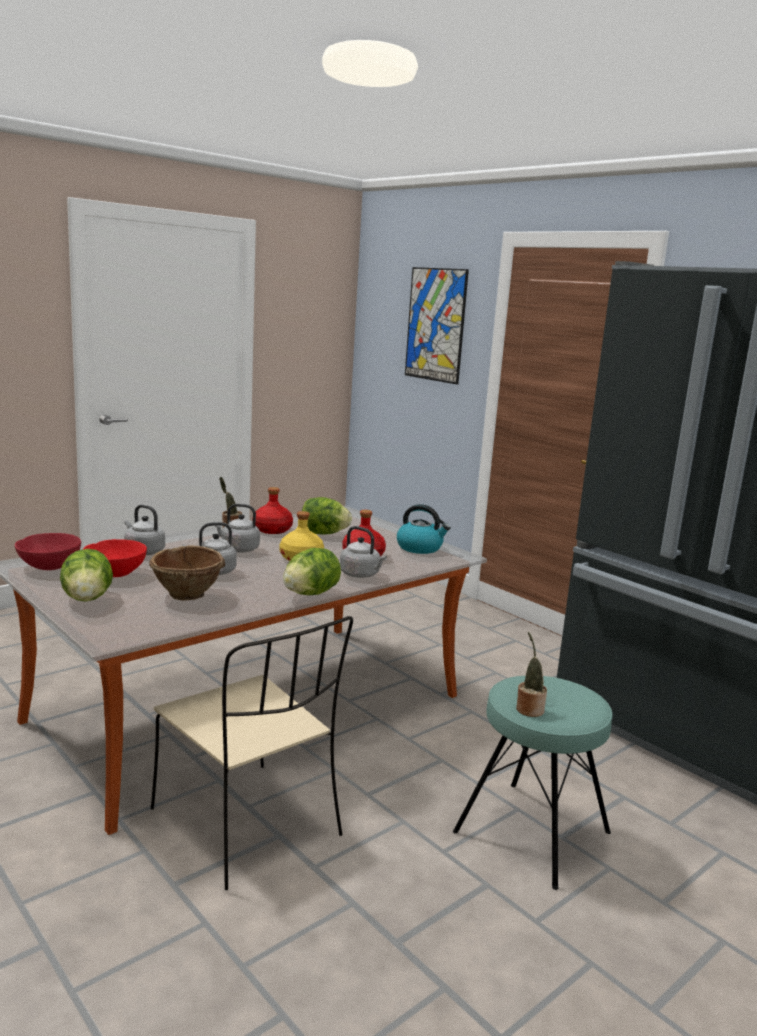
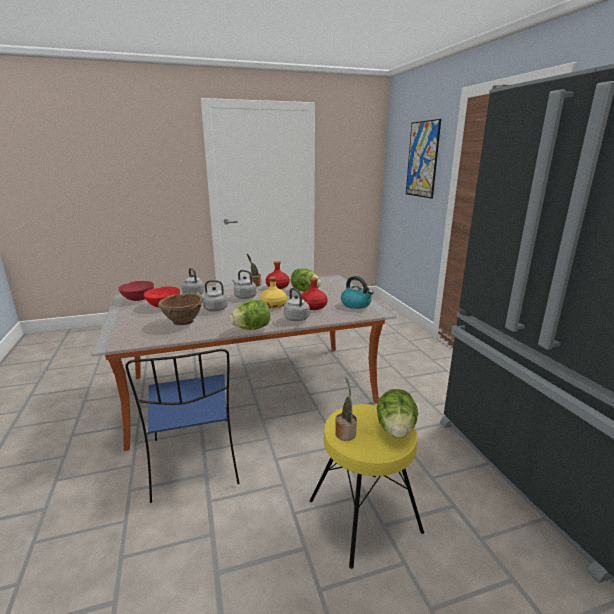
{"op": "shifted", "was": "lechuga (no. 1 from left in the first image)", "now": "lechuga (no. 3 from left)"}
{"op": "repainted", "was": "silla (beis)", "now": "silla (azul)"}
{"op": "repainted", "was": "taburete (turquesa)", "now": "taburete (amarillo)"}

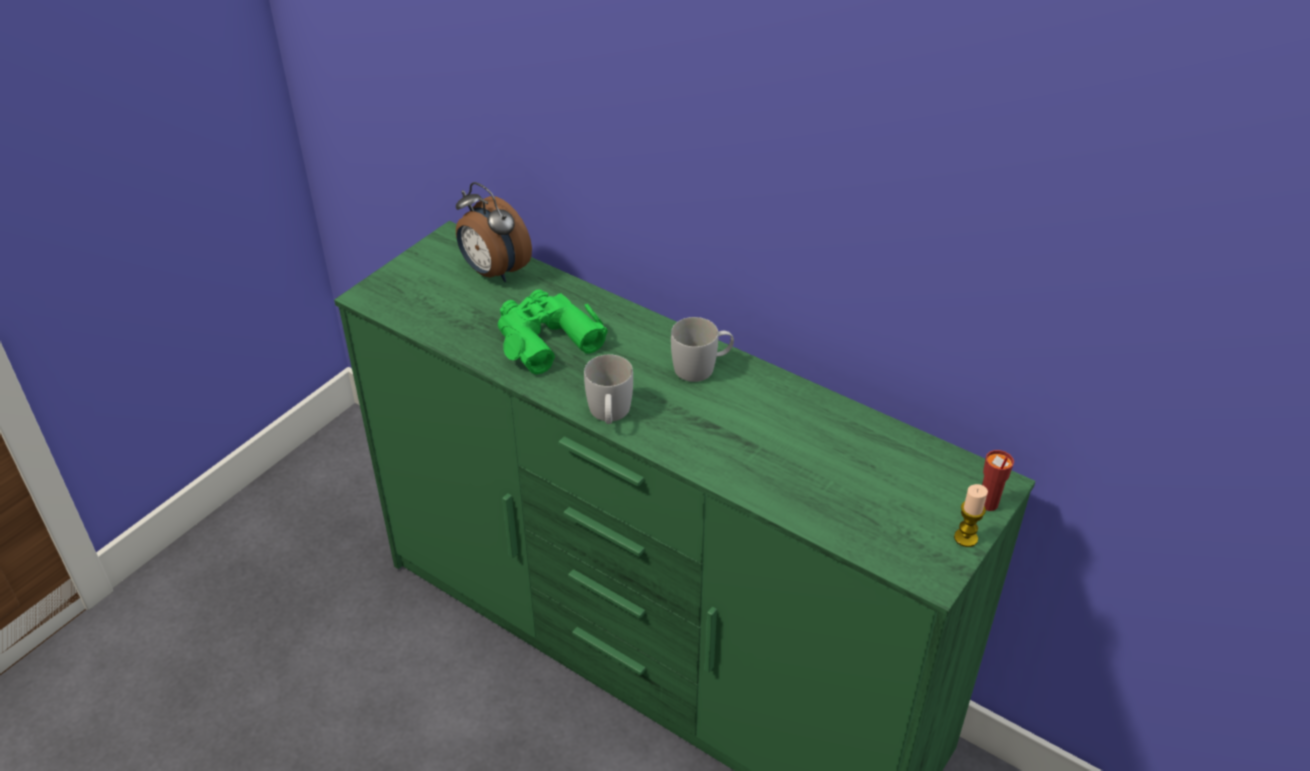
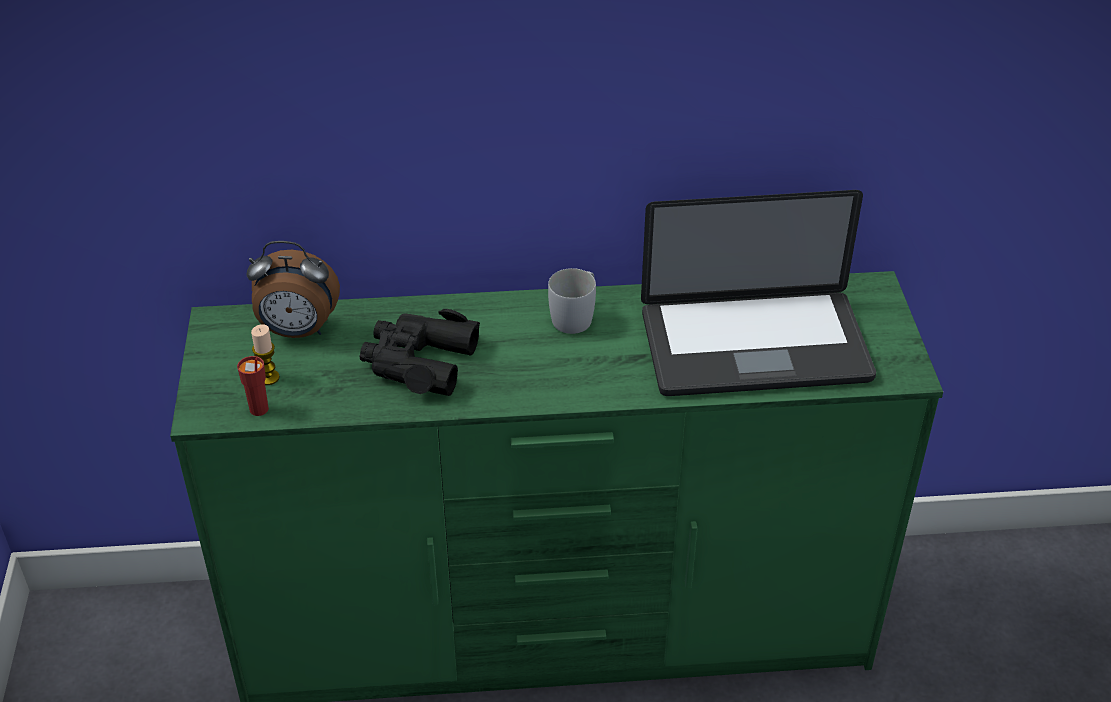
{"op": "gone", "was": "taza grande (blanco) (no. 1 from left)"}
{"op": "new", "now": "portátil"}
{"op": "shifted", "was": "vela"}
{"op": "shifted", "was": "taza (rojo)"}
{"op": "repainted", "was": "prismáticos (verde)", "now": "prismáticos (negro)"}

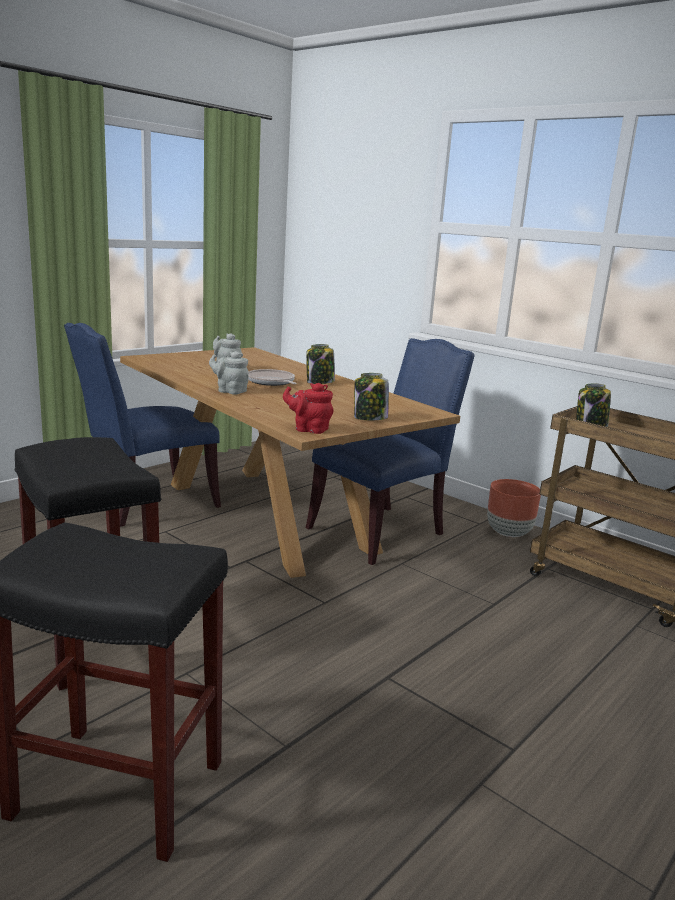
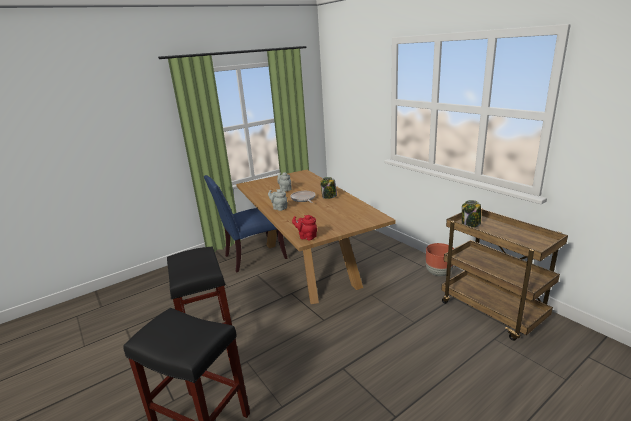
{"op": "gone", "was": "silla (azul) (no. 2 from left)"}
{"op": "gone", "was": "tarro (no. 2 from left)"}

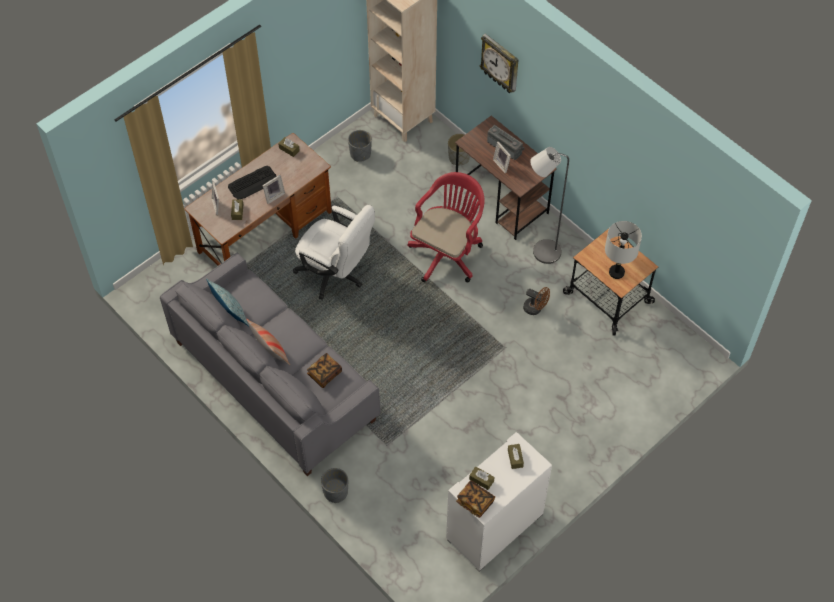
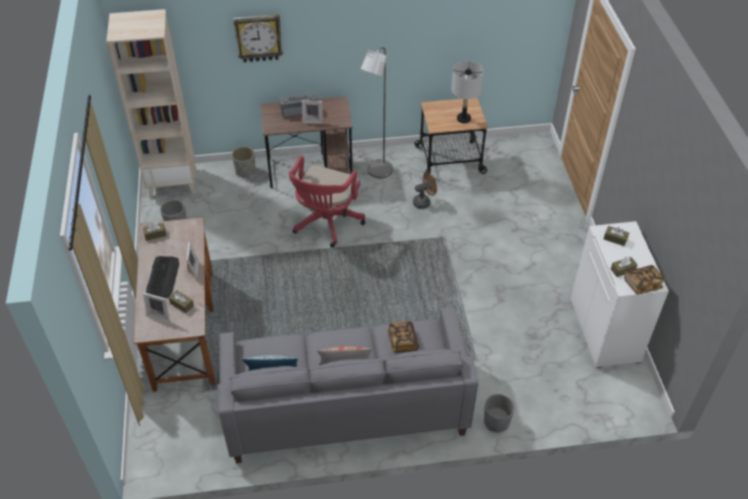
{"op": "gone", "was": "silla de oficina (blanco)"}
{"op": "rotated", "was": "silla de oficina (rojo)", "clockwise": -135}

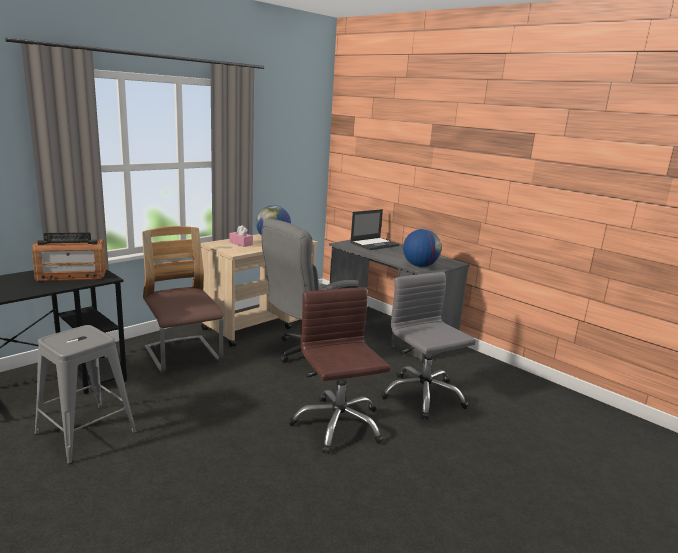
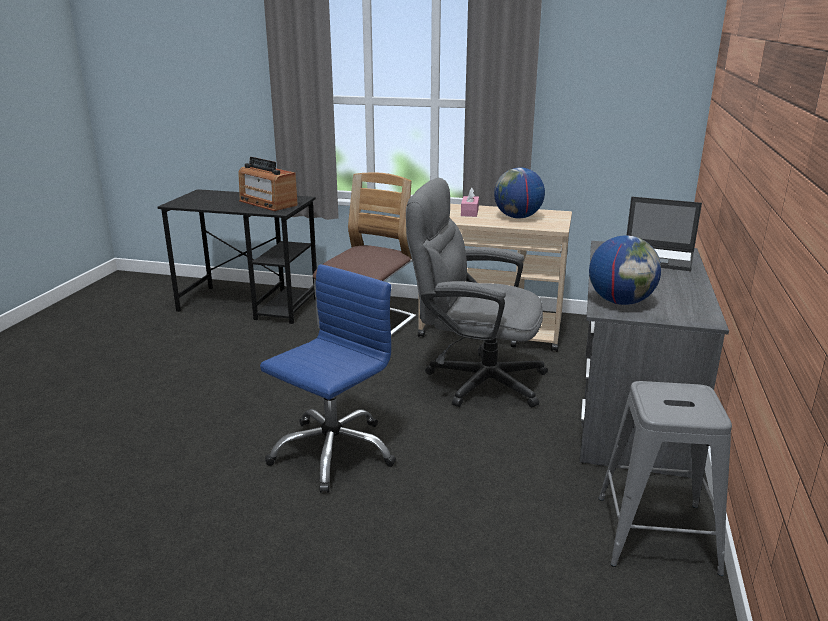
{"op": "gone", "was": "silla de oficina (gris) (no. 2 from left)"}
{"op": "shifted", "was": "taburete (gris)"}
{"op": "repainted", "was": "silla de oficina (marrón)", "now": "silla de oficina (azul)"}

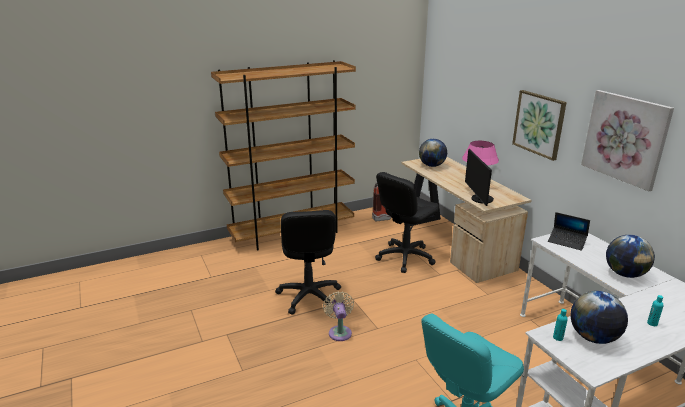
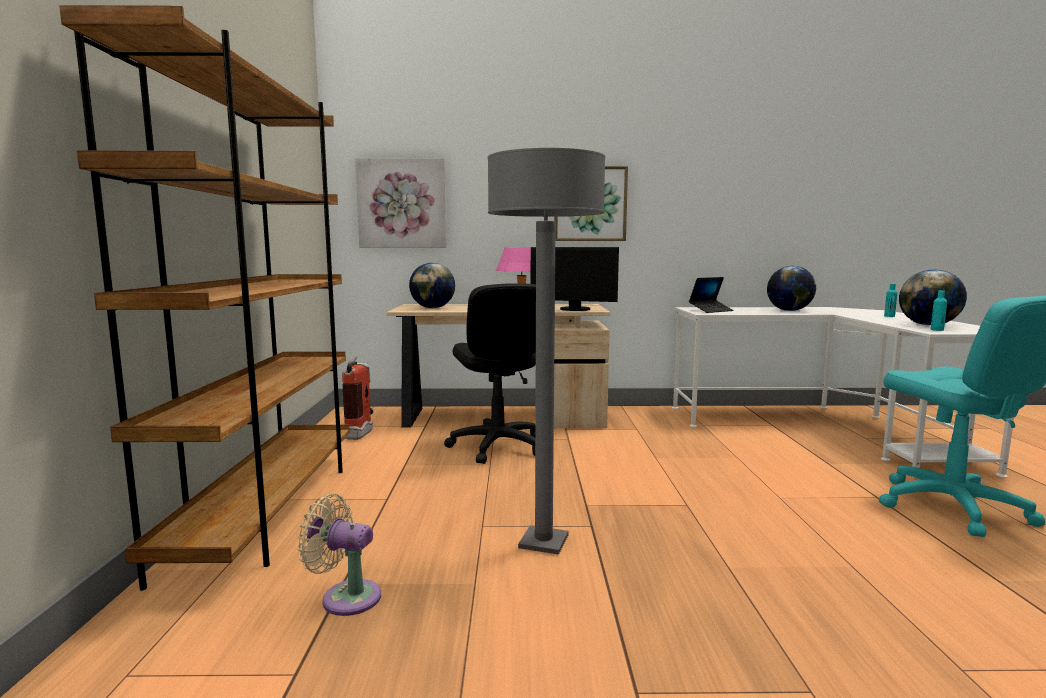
{"op": "shifted", "was": "ventilador (beis)"}
{"op": "shifted", "was": "cuadro (no. 2 from left in the first image)", "now": "cuadro (no. 1 from left)"}
{"op": "swapped", "was": "silla de oficina (negro) (no. 1 from left)", "now": "lámpara de pie (gris)"}

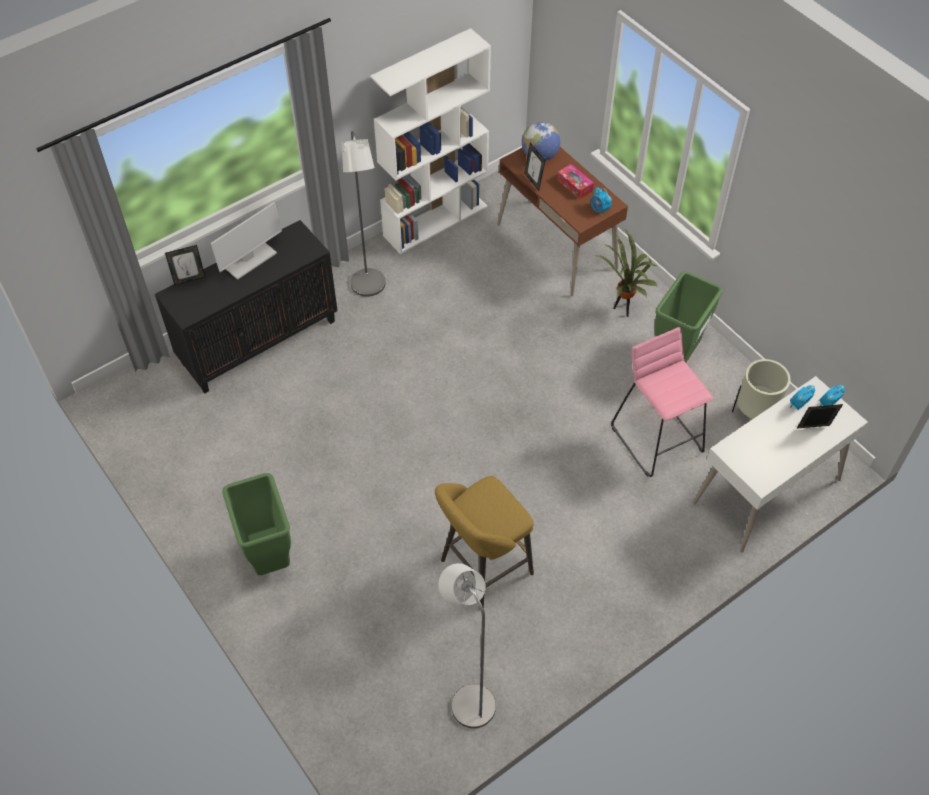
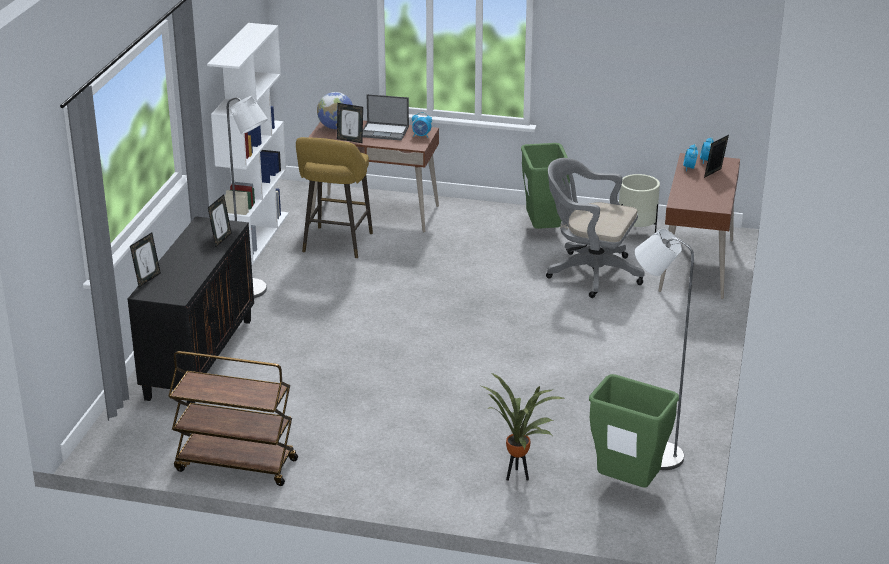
{"op": "gone", "was": "monitor"}
{"op": "new", "now": "carrito (marrón)"}
{"op": "new", "now": "portarretratos (no. 2 from left)"}
{"op": "shifted", "was": "papelera (verde) (no. 1 from left in the first image)", "now": "papelera (verde) (no. 2 from left)"}
{"op": "shifted", "was": "taburete (amarillo)"}
{"op": "shifted", "was": "planta en maceta"}
{"op": "swapped", "was": "caja de pañuelos", "now": "portátil"}
{"op": "swapped", "was": "taburete (rosa)", "now": "silla de oficina (gris)"}
{"op": "repainted", "was": "escritorio (blanco)", "now": "escritorio (marrón) (no. 2 from left)"}

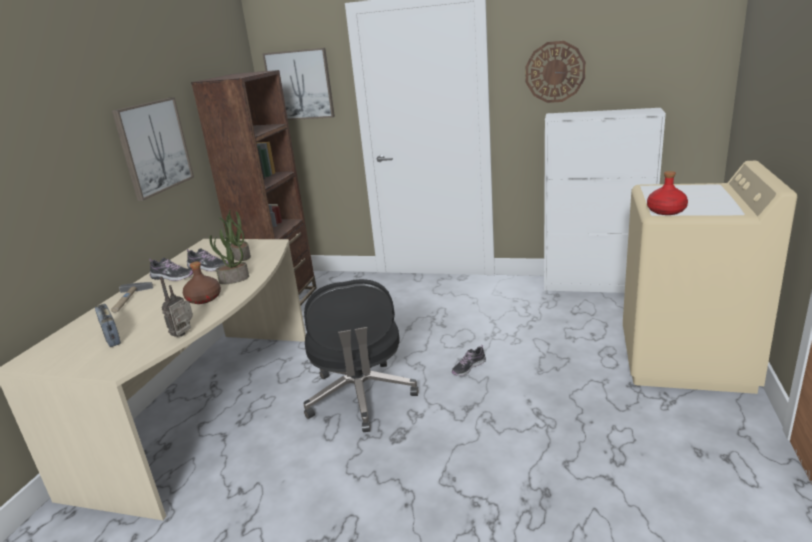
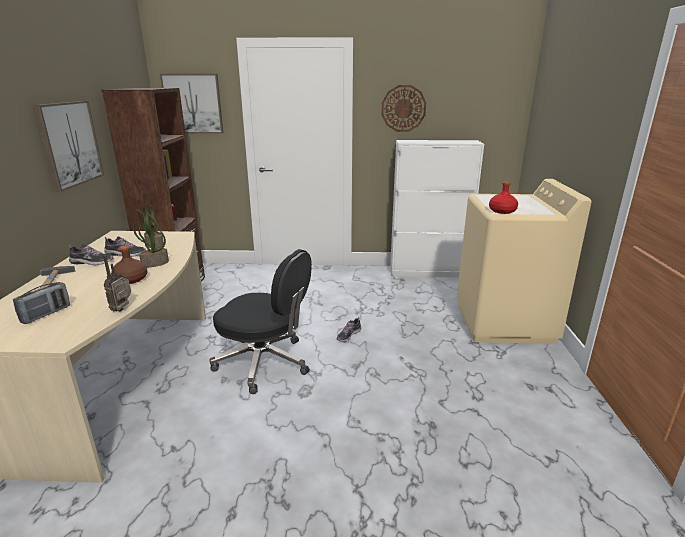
{"op": "rotated", "was": "radio (no. 1 from left)", "clockwise": -105}
{"op": "rotated", "was": "silla de oficina (negro)", "clockwise": -45}

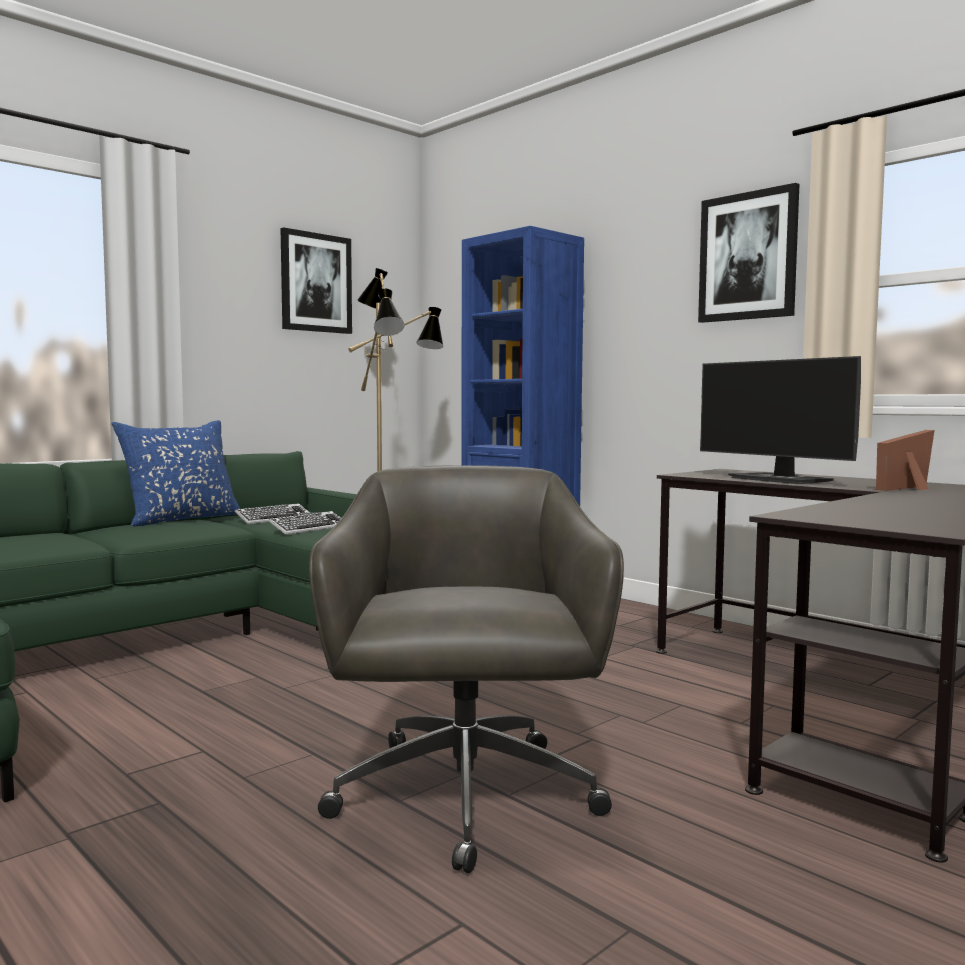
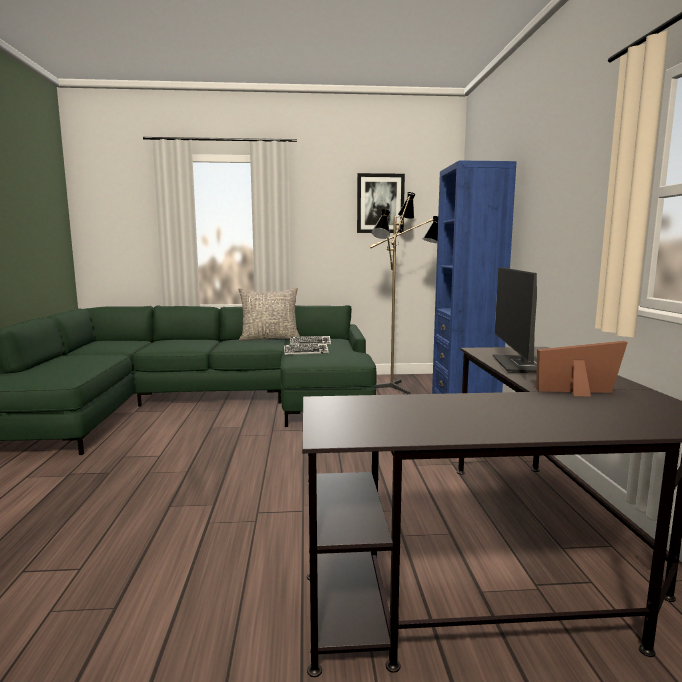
{"op": "gone", "was": "silla de oficina (gris)"}
{"op": "gone", "was": "cuadro (no. 2 from left)"}
{"op": "repainted", "was": "cojín (azul)", "now": "cojín (gris)"}

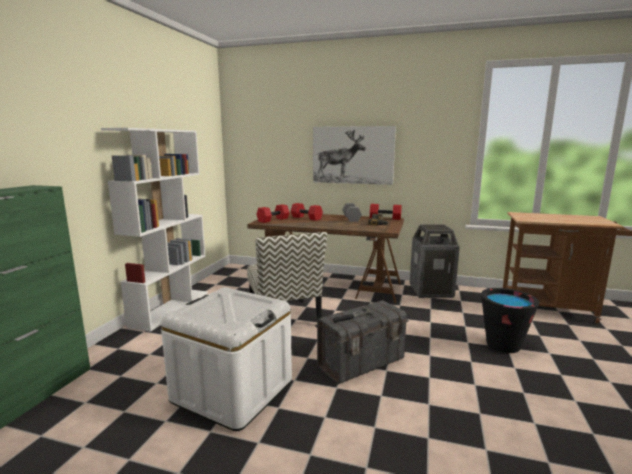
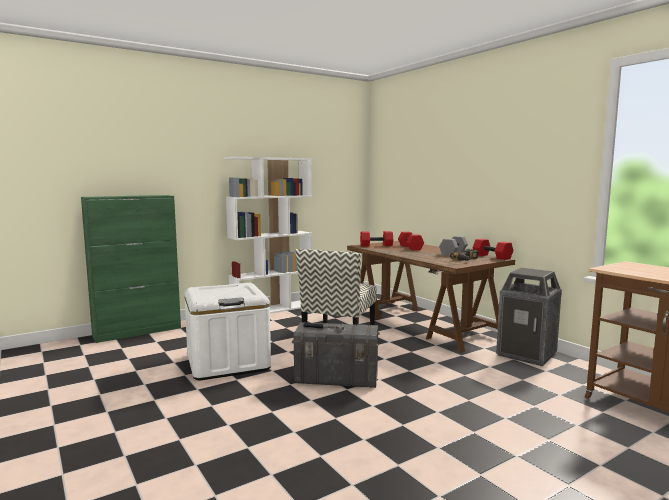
{"op": "gone", "was": "cuadro"}
{"op": "gone", "was": "cubo (negro)"}

